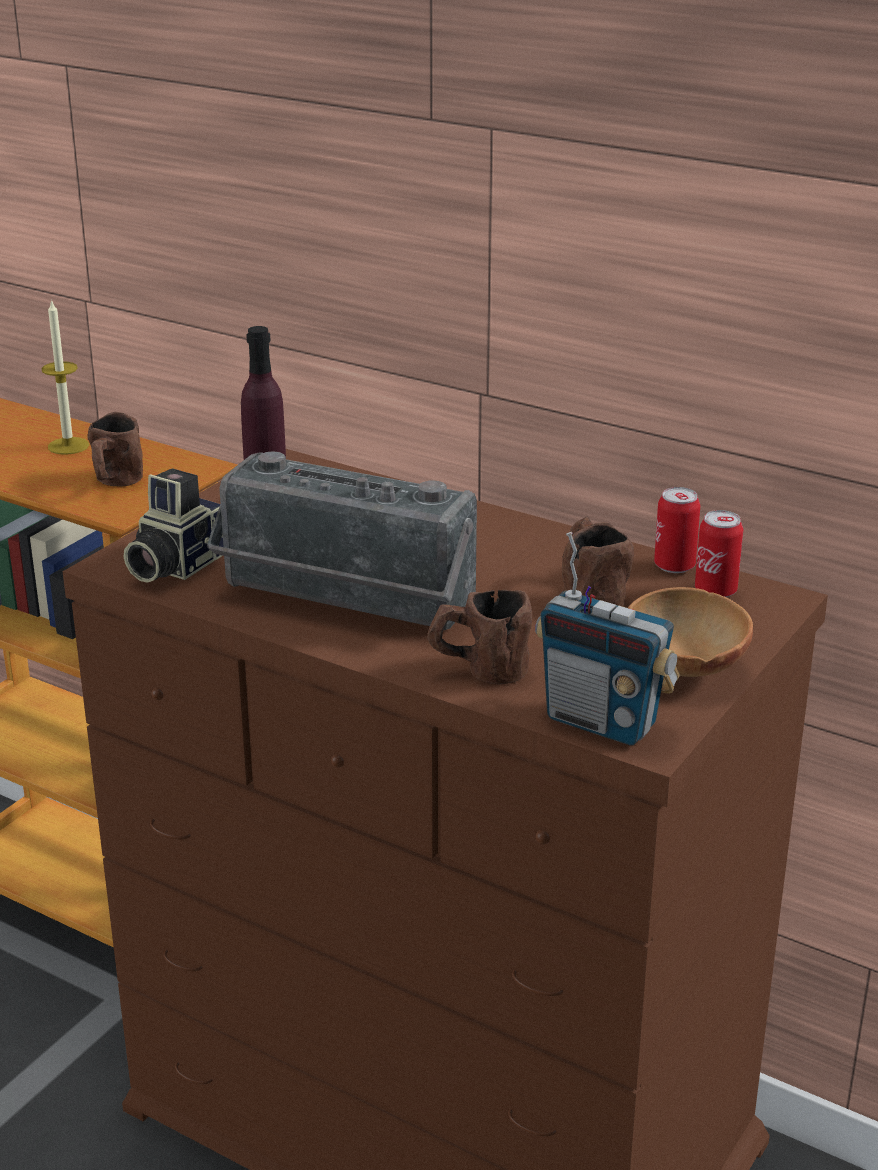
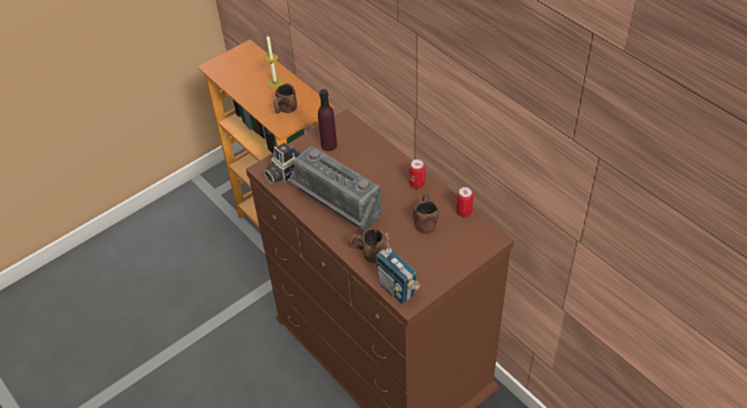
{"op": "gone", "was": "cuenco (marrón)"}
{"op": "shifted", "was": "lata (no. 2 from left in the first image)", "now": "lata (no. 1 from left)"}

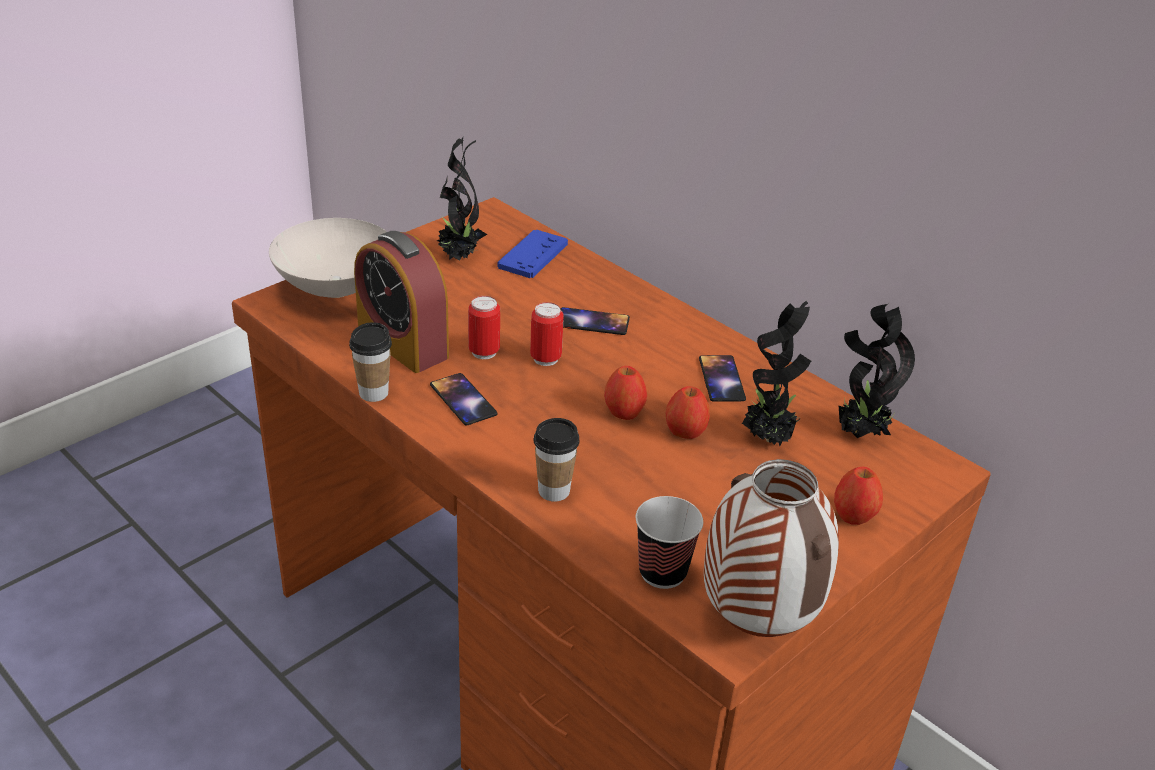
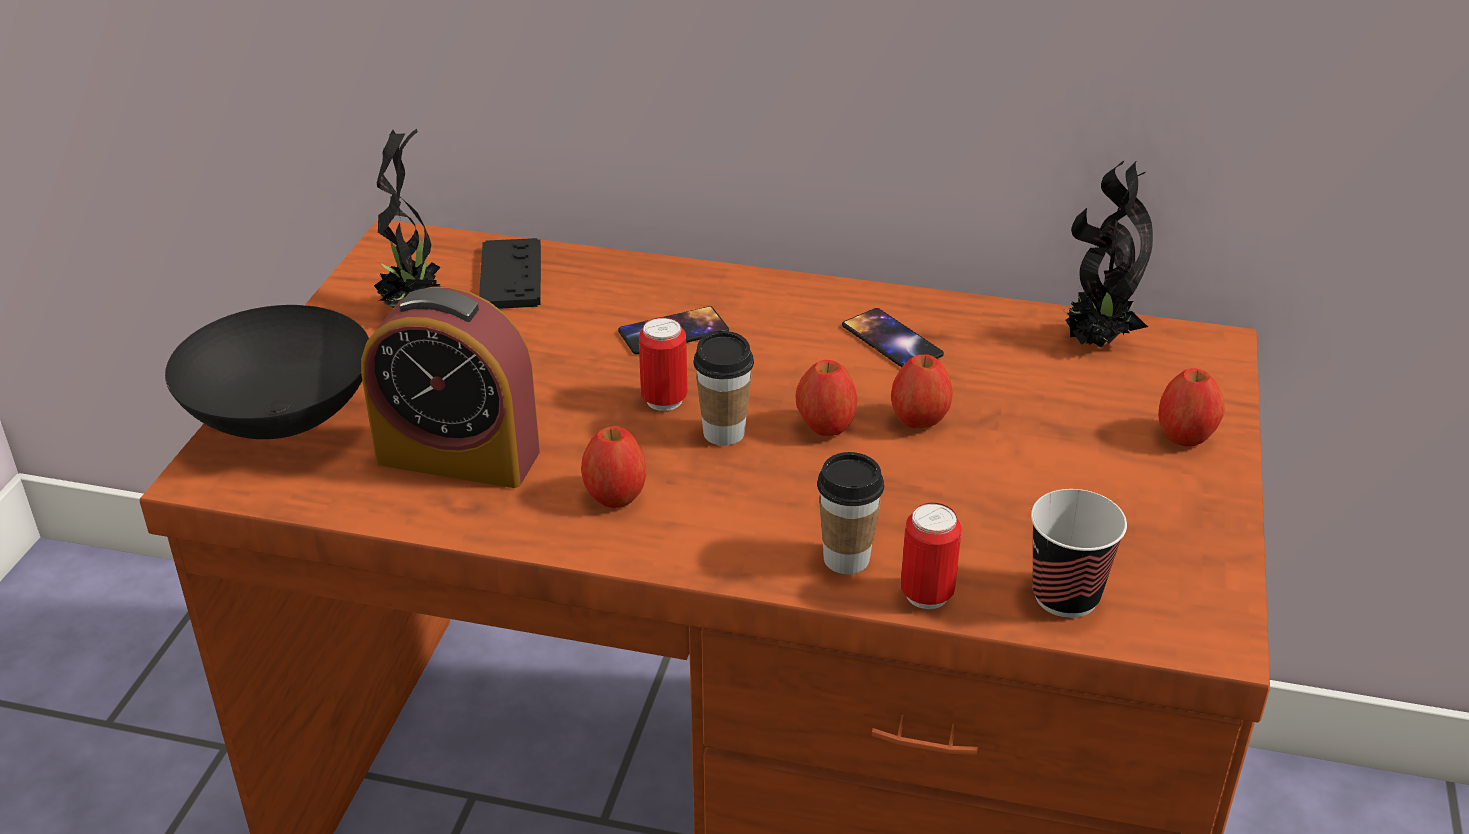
{"op": "gone", "was": "florero"}
{"op": "gone", "was": "planta en maceta (no. 2 from left)"}
{"op": "shifted", "was": "taza (no. 1 from left)"}
{"op": "shifted", "was": "lata (no. 1 from left in the first image)", "now": "lata (no. 2 from left)"}
{"op": "swapped", "was": "móvil (no. 1 from left)", "now": "manzana (no. 1 from left)"}
{"op": "repainted", "was": "cuenco (blanco)", "now": "cuenco (negro)"}
{"op": "repainted", "was": "mando de consola (azul)", "now": "mando de consola (negro)"}

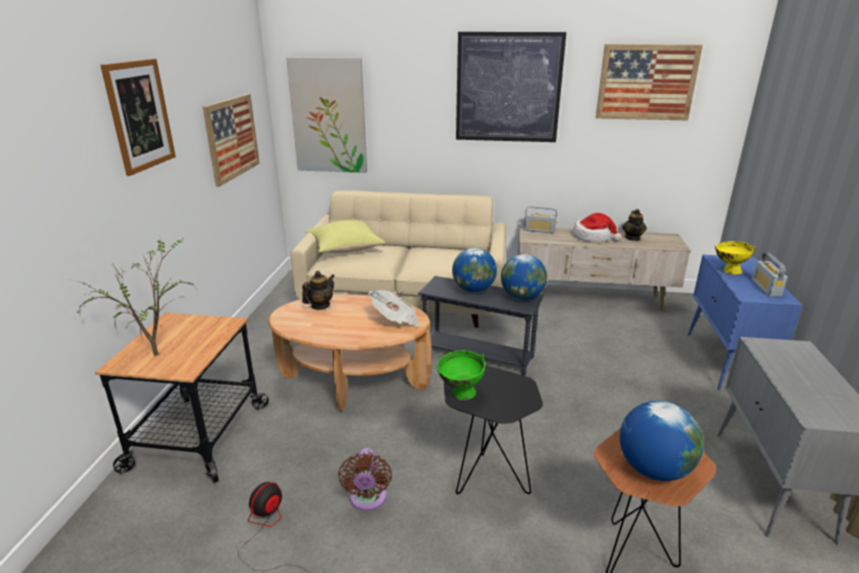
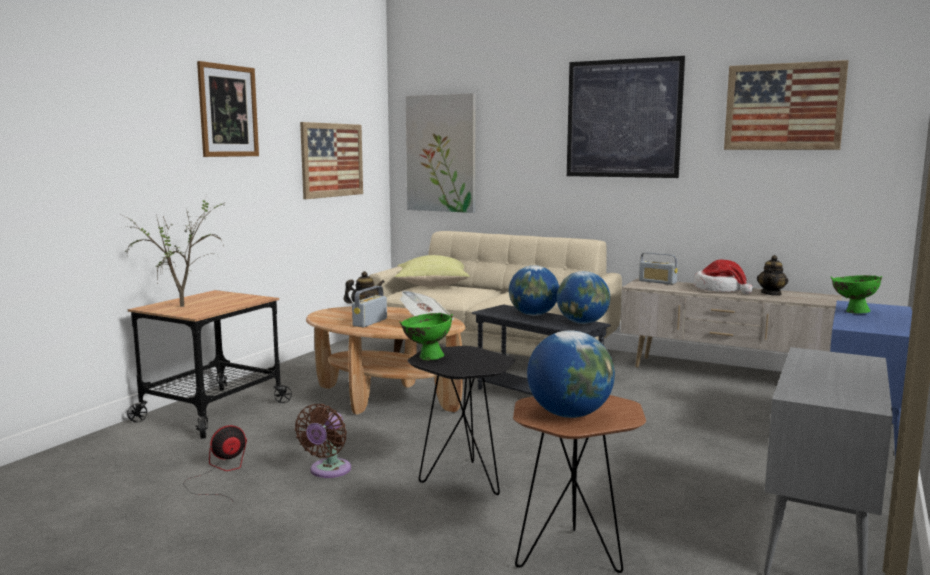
{"op": "shifted", "was": "radio (no. 2 from left in the first image)", "now": "radio (no. 1 from left)"}
{"op": "repainted", "was": "cuenco (amarillo)", "now": "cuenco (verde) (no. 2 from left)"}

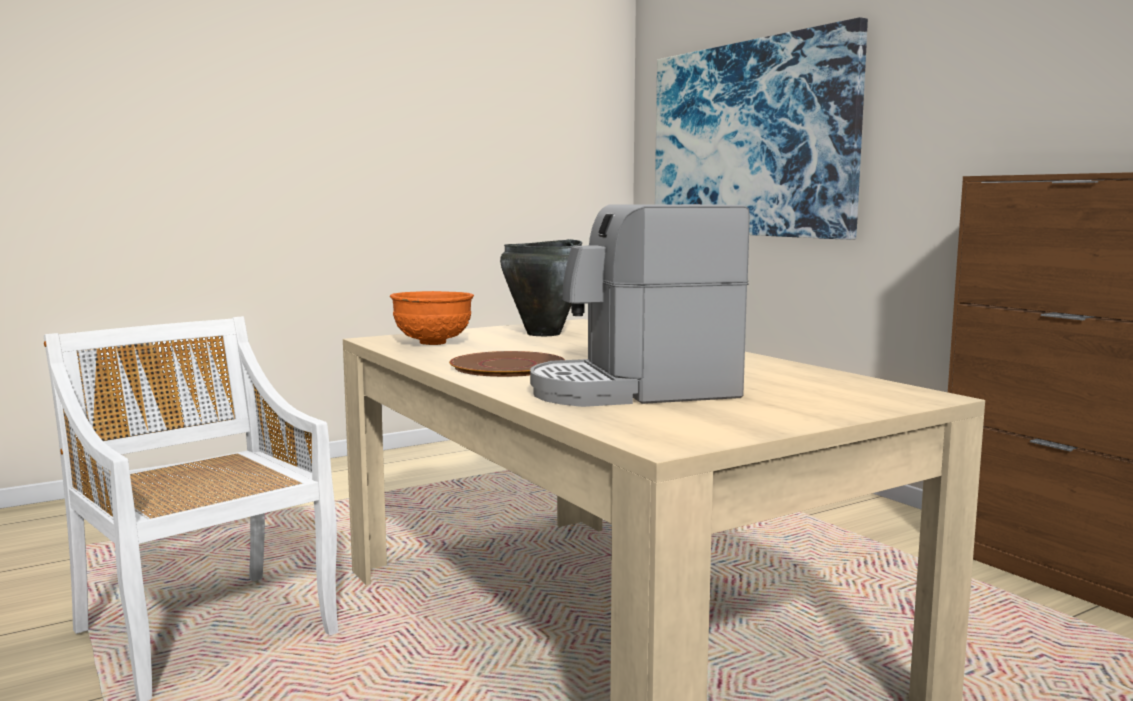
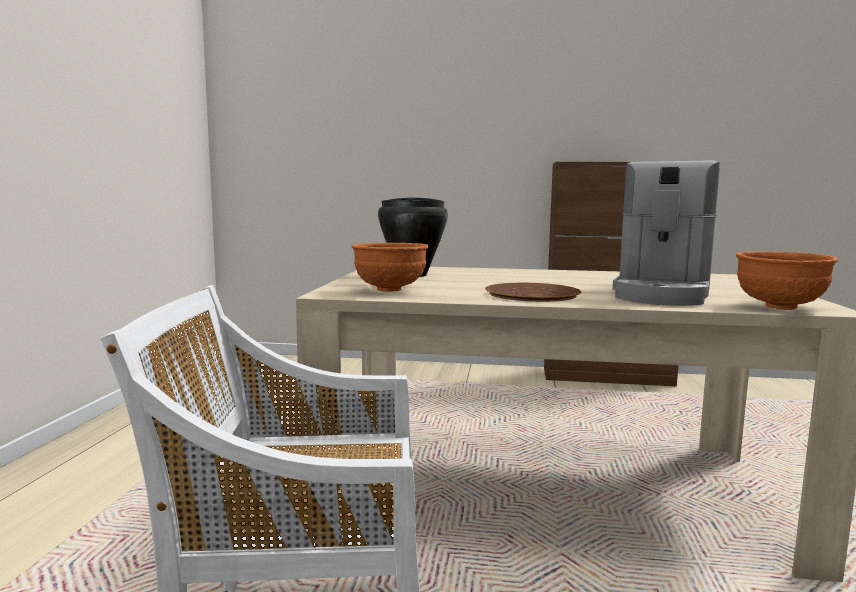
{"op": "gone", "was": "cuadro"}
{"op": "new", "now": "cuenco (naranja) (no. 2 from left)"}

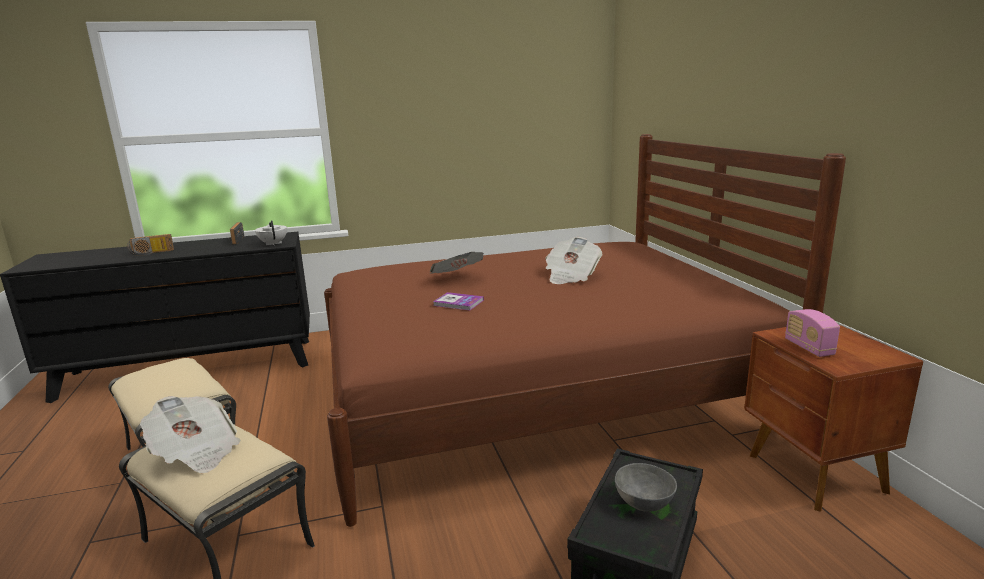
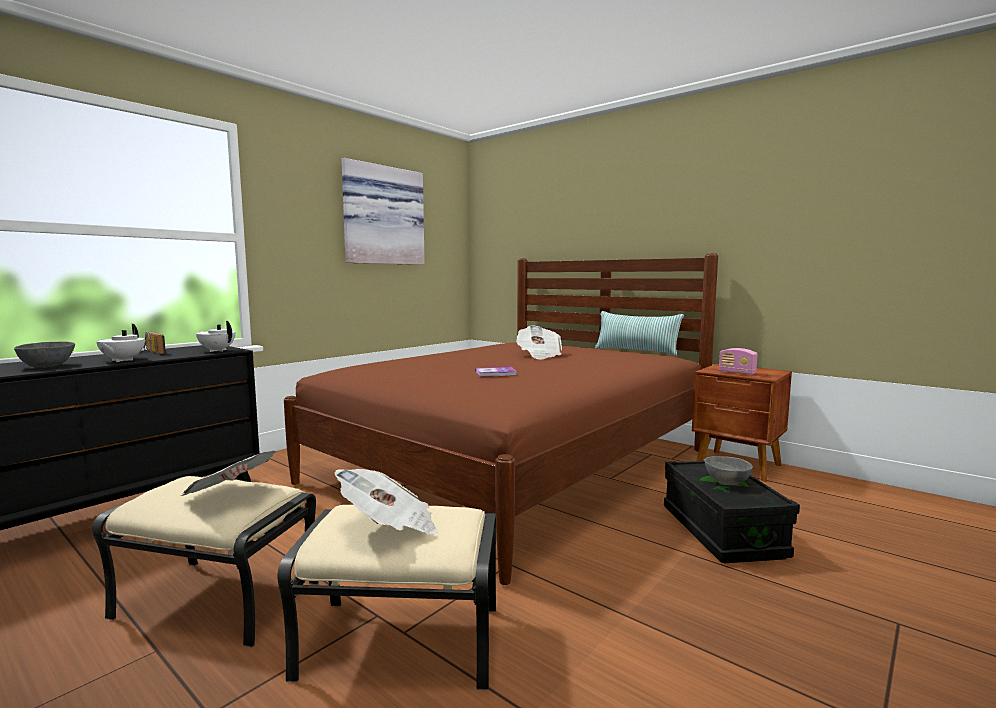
{"op": "new", "now": "tetera (blanco) (no. 1 from left)"}
{"op": "new", "now": "cuadro"}
{"op": "new", "now": "cojín"}
{"op": "shifted", "was": "periódico (no. 2 from left in the first image)", "now": "periódico (no. 1 from left)"}
{"op": "swapped", "was": "radio (no. 1 from left)", "now": "cuenco (gris) (no. 1 from left)"}

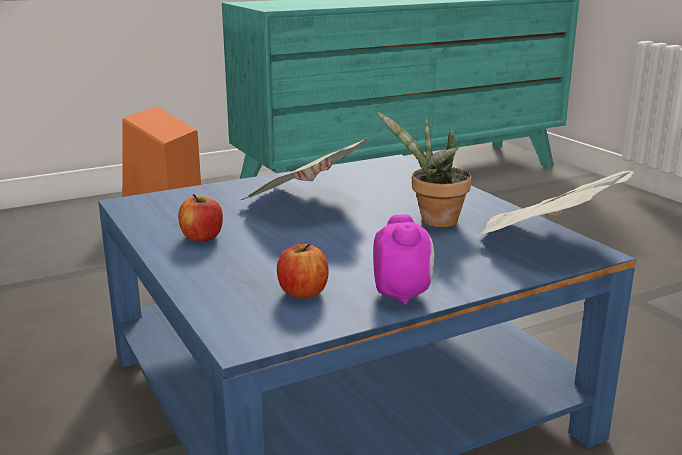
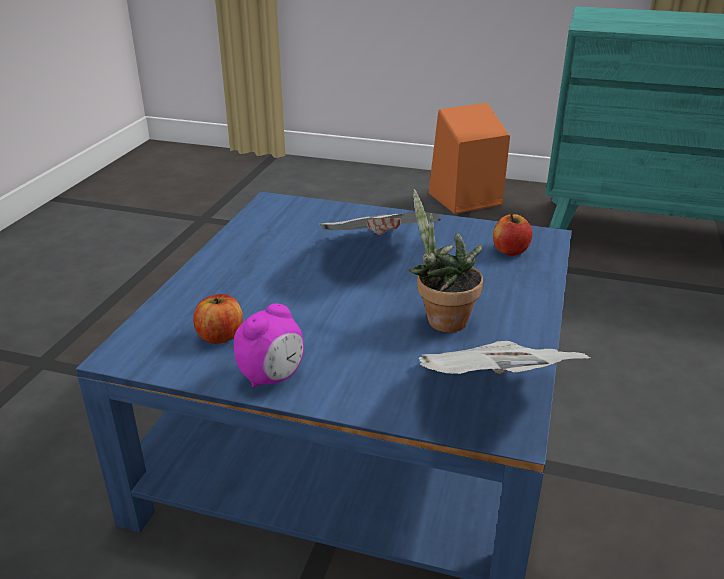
{"op": "shifted", "was": "manzana (no. 1 from left in the first image)", "now": "manzana (no. 2 from left)"}

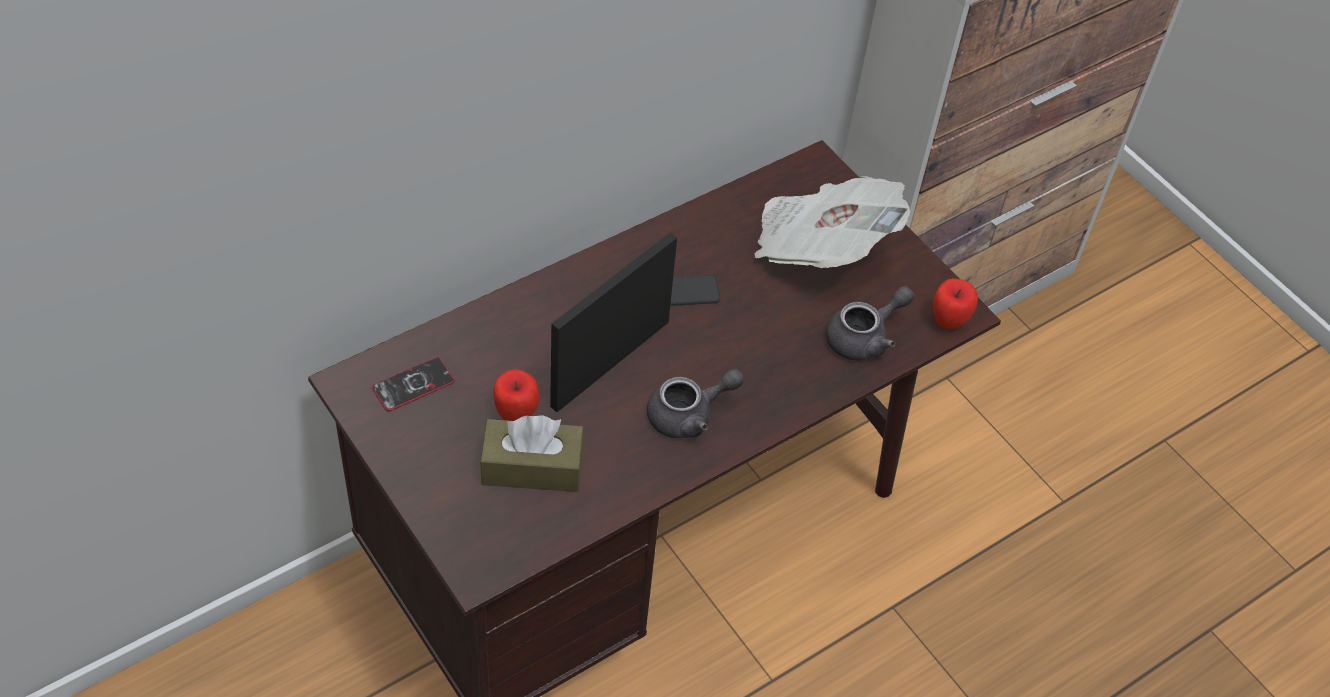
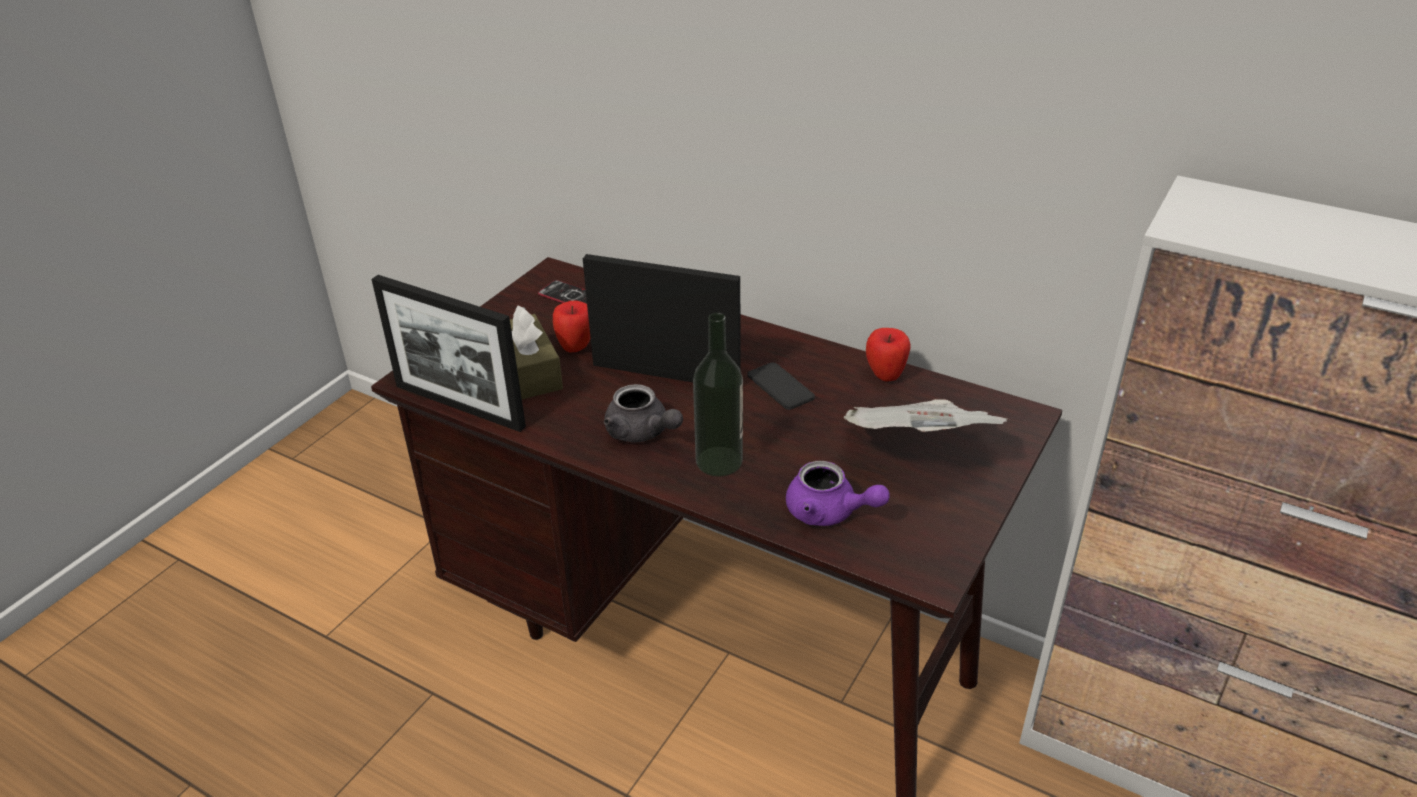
{"op": "new", "now": "portarretratos (no. 1 from left)"}
{"op": "new", "now": "botella"}
{"op": "shifted", "was": "manzana (no. 2 from left)"}
{"op": "repainted", "was": "tetera (gris) (no. 2 from left)", "now": "tetera (morado)"}

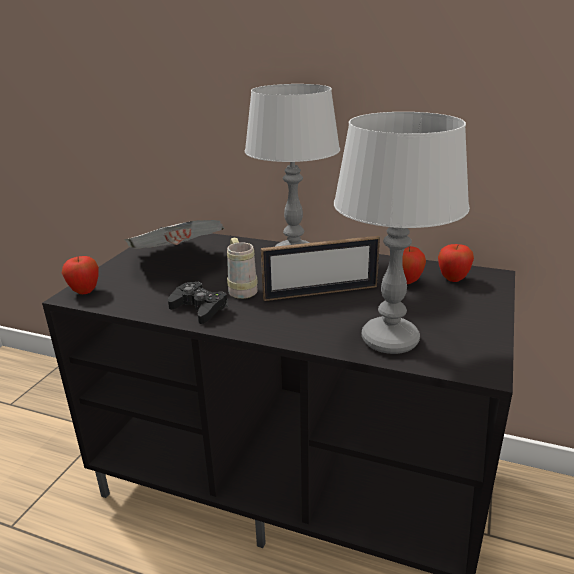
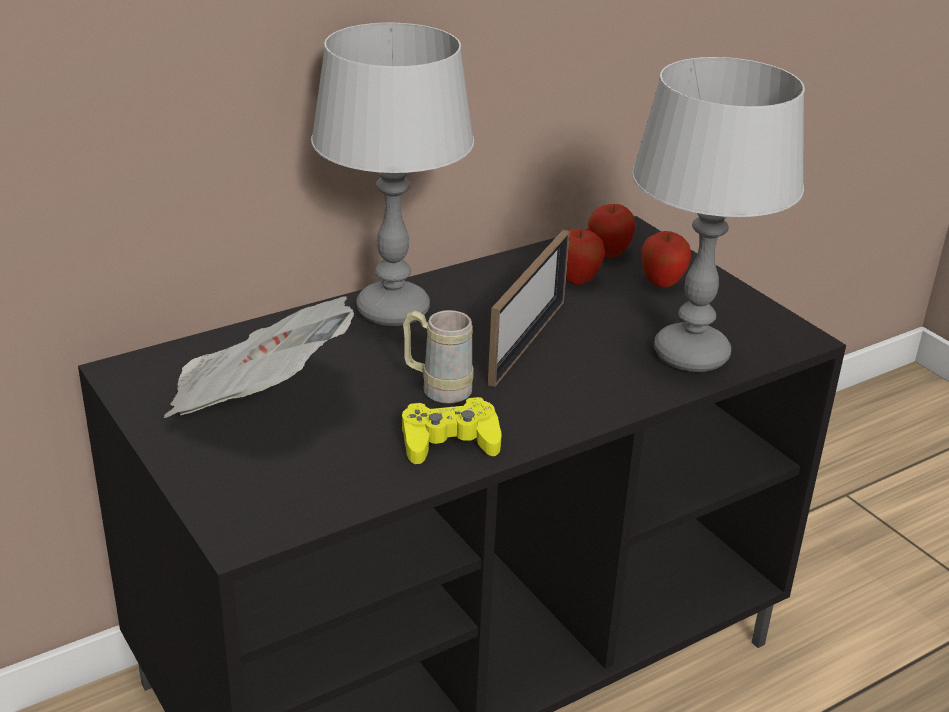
{"op": "shifted", "was": "manzana (no. 1 from left in the first image)", "now": "manzana (no. 3 from left)"}
{"op": "repainted", "was": "mando de consola (negro)", "now": "mando de consola (amarillo)"}

